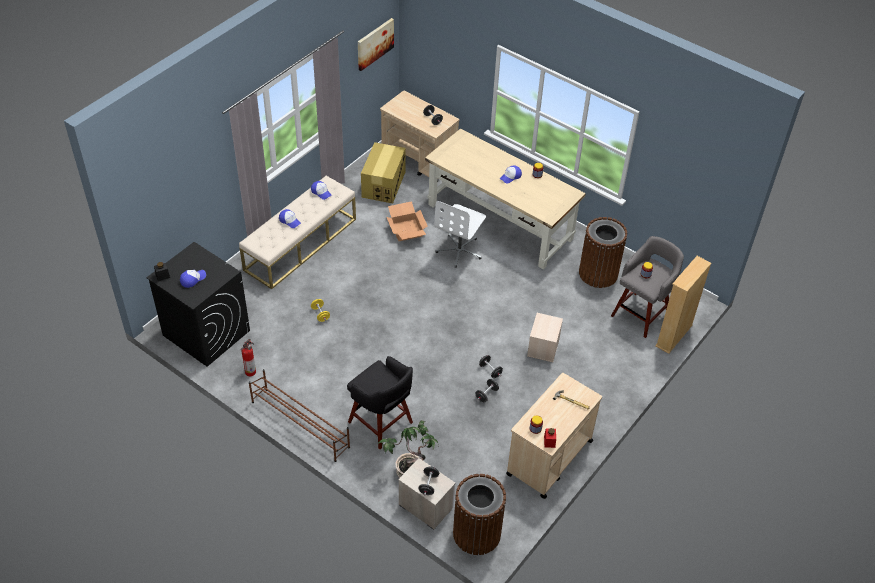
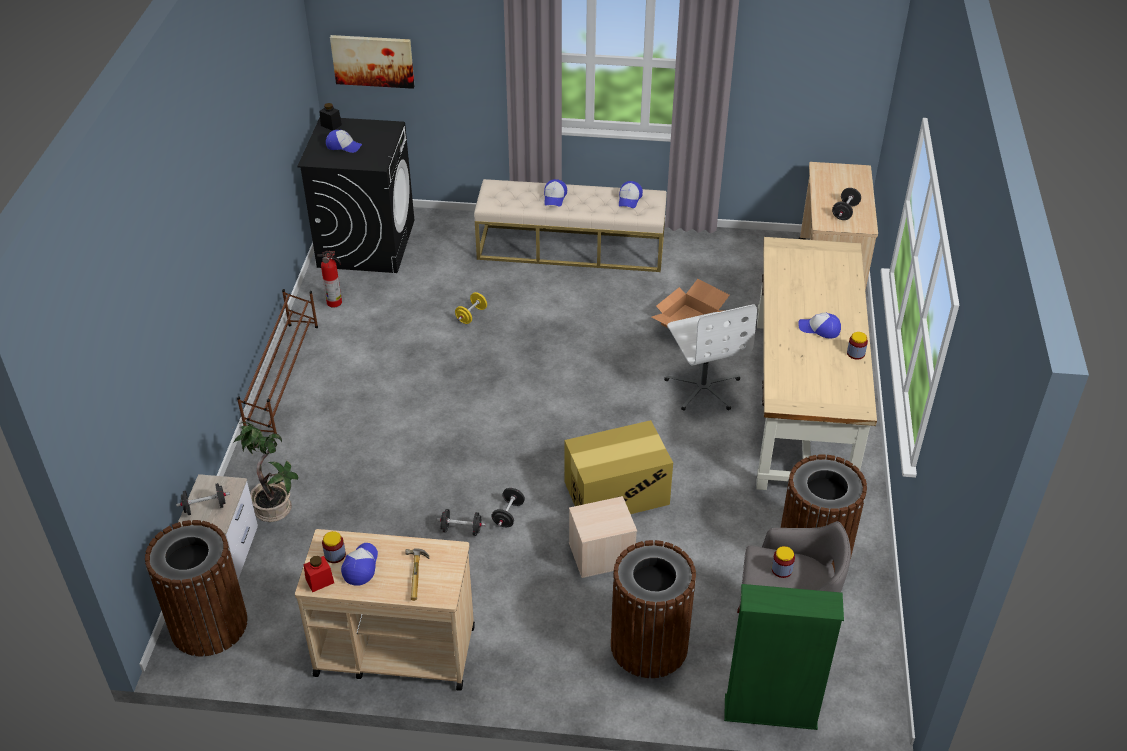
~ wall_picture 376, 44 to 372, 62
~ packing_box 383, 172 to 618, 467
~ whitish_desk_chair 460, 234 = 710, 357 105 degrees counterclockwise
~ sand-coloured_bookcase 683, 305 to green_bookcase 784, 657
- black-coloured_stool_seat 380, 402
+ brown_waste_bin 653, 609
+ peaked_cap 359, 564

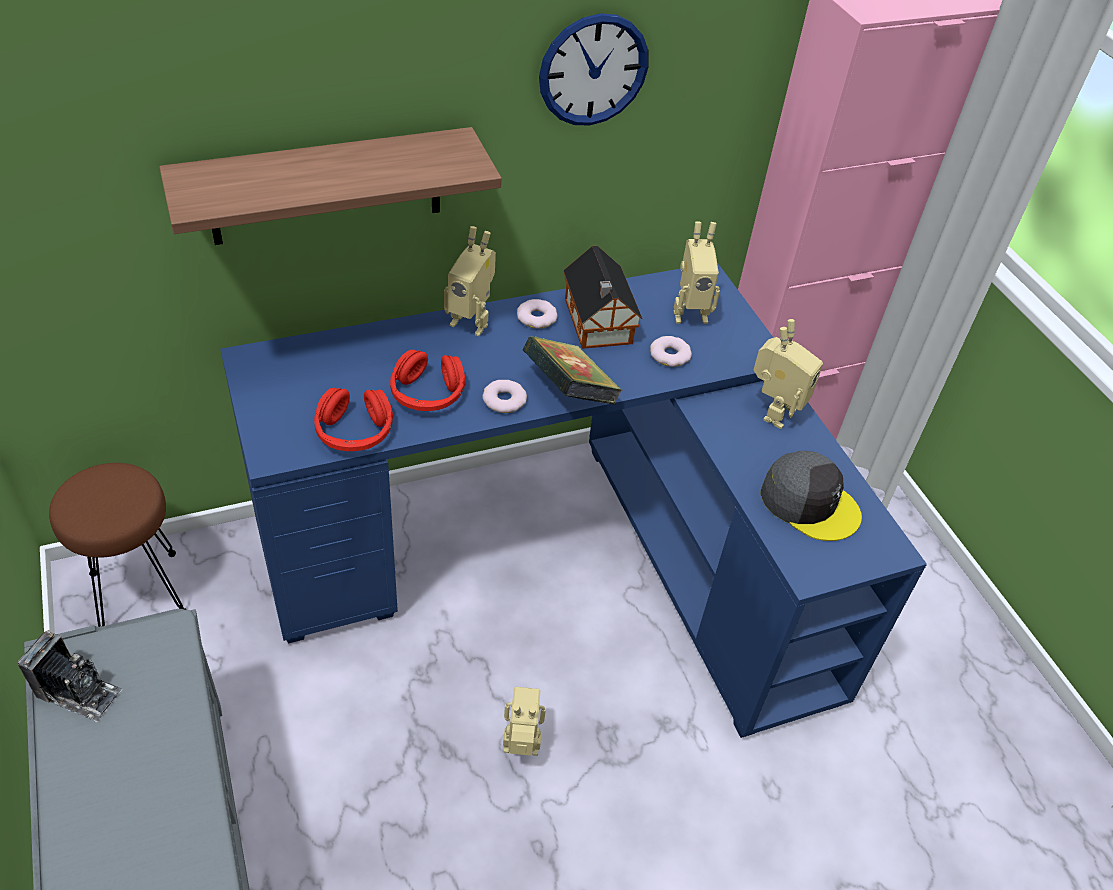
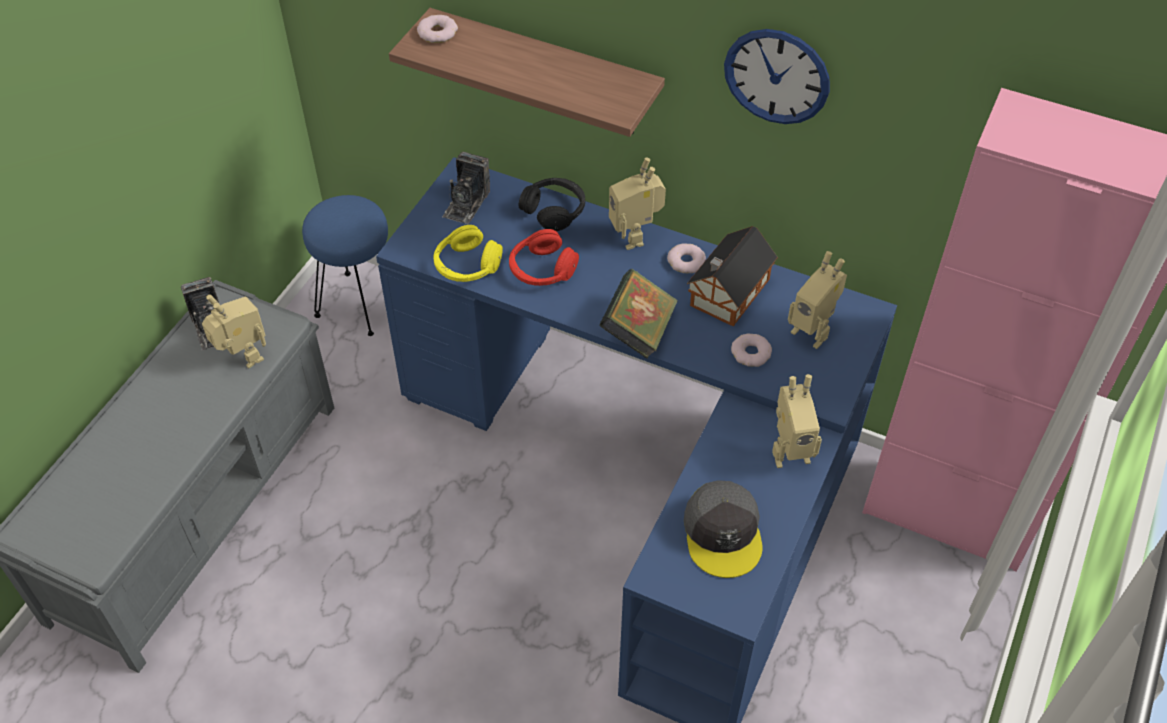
~ doughnut 505, 396 to 437, 29
~ red_pair_of_headphones 353, 419 to yellow-coloured_pair_of_headphones 468, 253
~ brown_stool_seat 117, 545 to bluish_stool_seat 345, 265
~ robot_figure 524, 721 to 234, 331
+ still_camera 466, 188
+ black-coloured_pair_of_headphones 552, 204

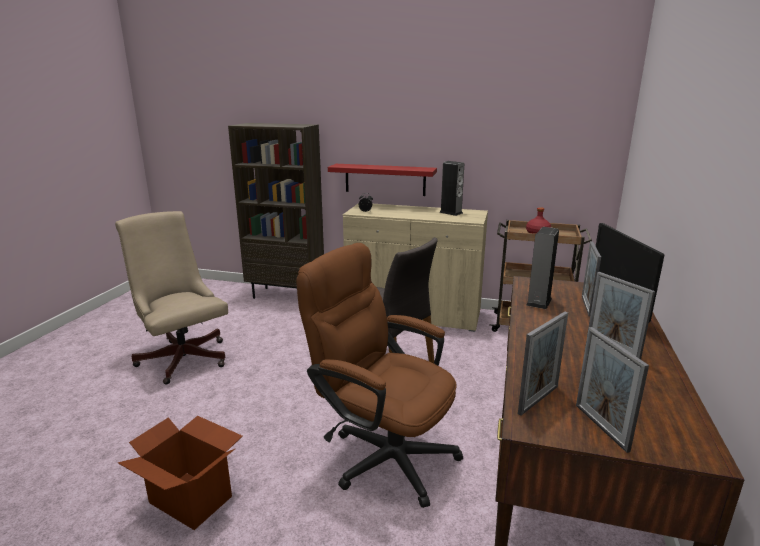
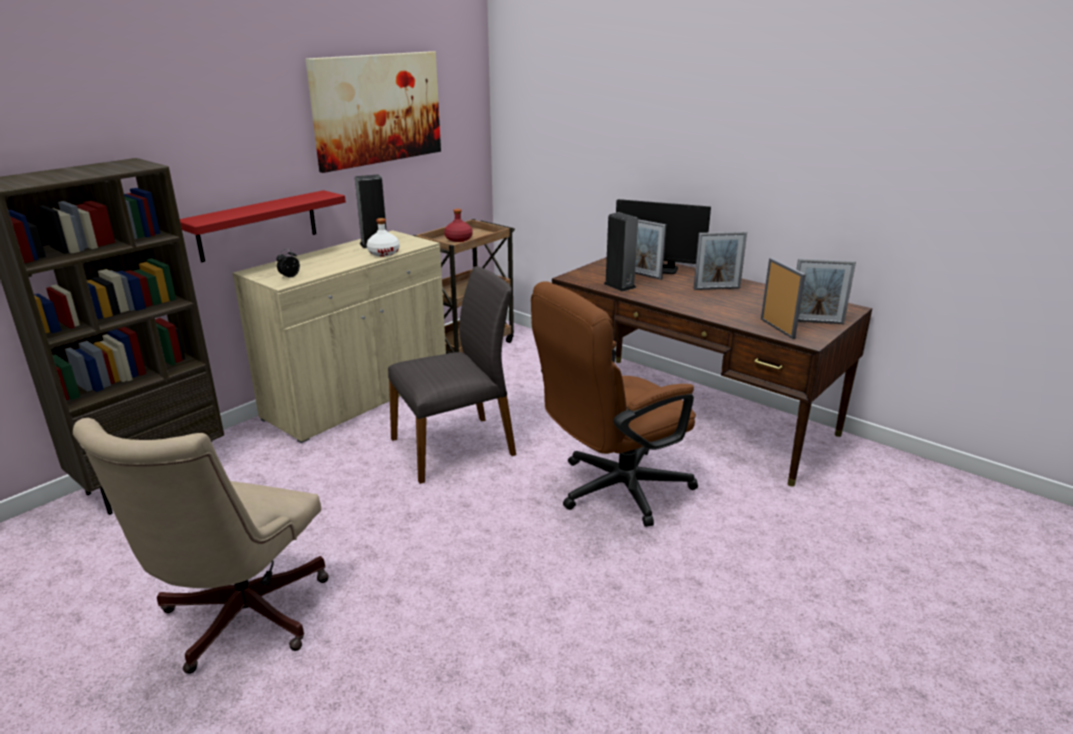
~ sand-coloured_desk_chair 171, 298 = 201, 546 60 degrees counterclockwise
- packing_box 180, 473
+ wall_picture 373, 112
+ whitish_drink_bottle 383, 237

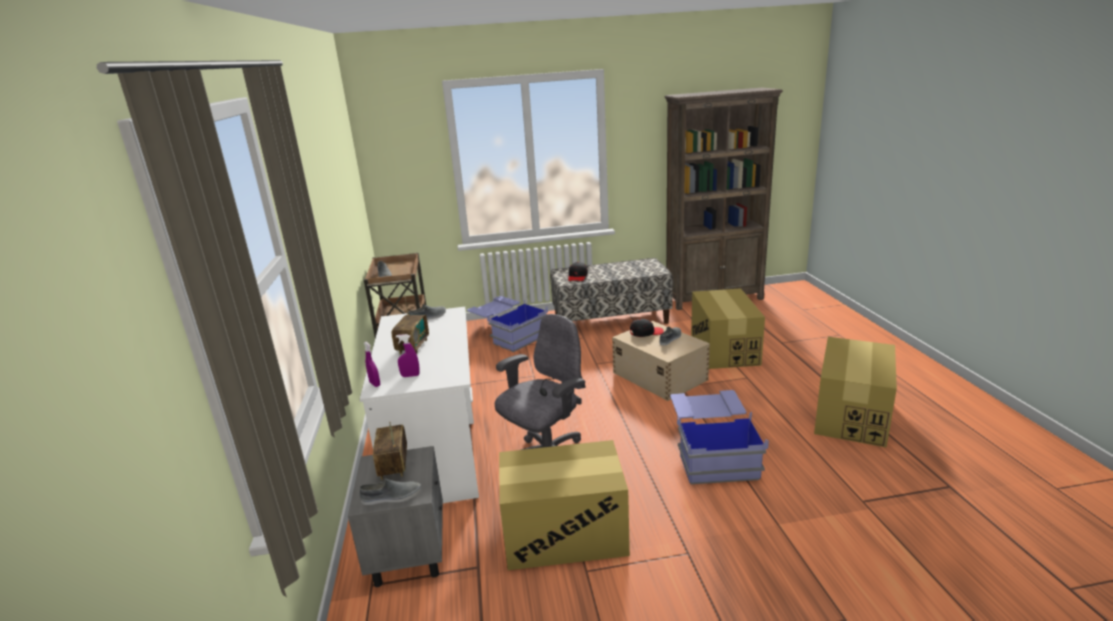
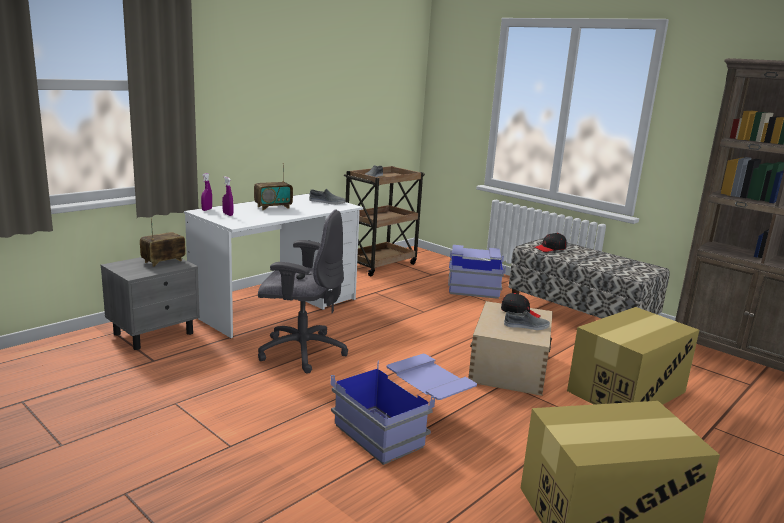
- packing_box 564, 505
- greyish_low_shoe 391, 491

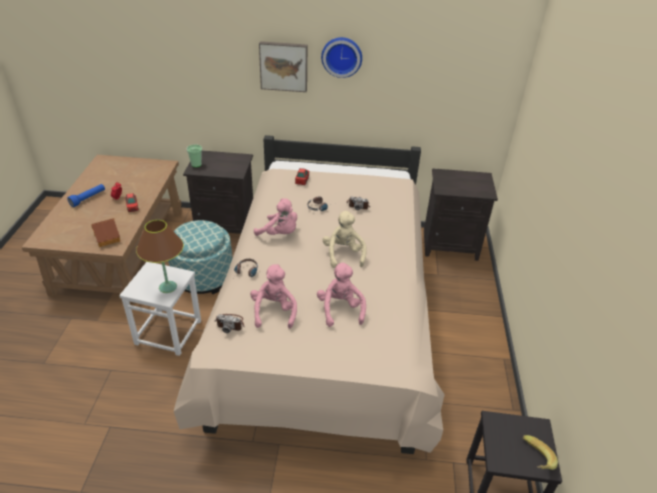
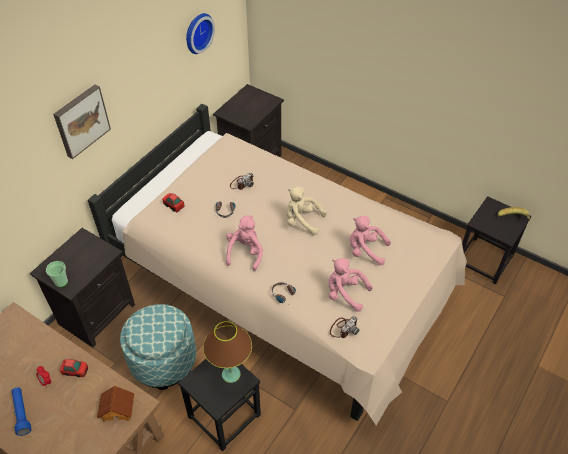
~ clock_on_the_wall 341, 57 to 200, 33
~ pink_plush_toy 275, 217 = 244, 243 45 degrees counterclockwise
~ whitish_stool_seat 160, 309 to black-coloured_stool_seat 219, 405

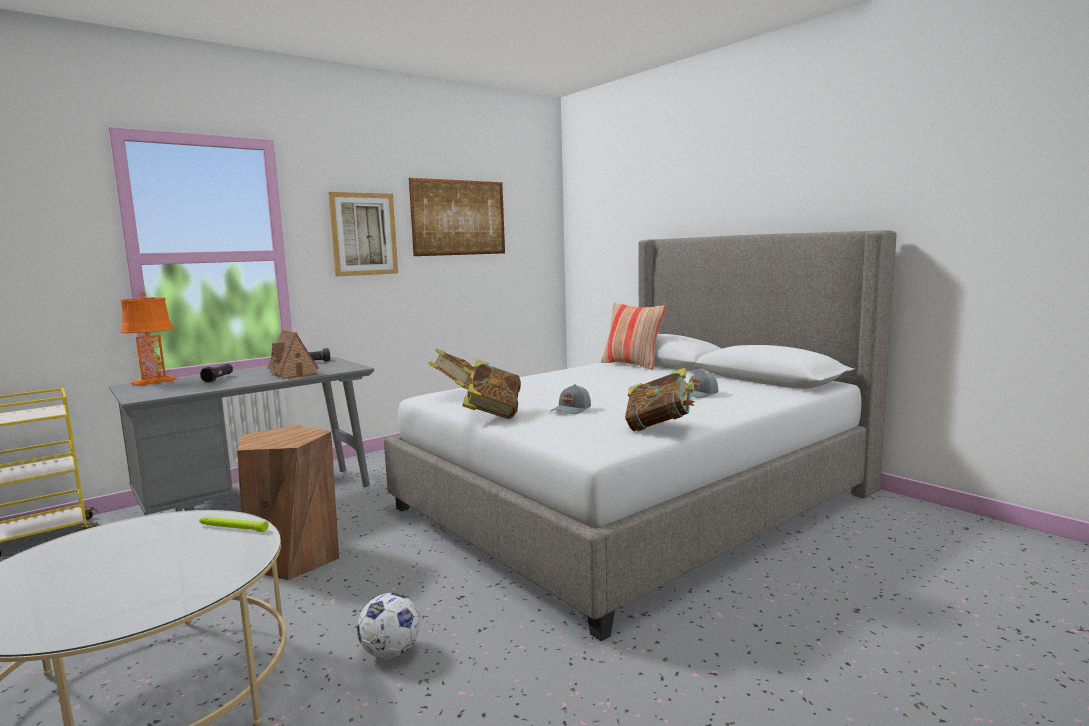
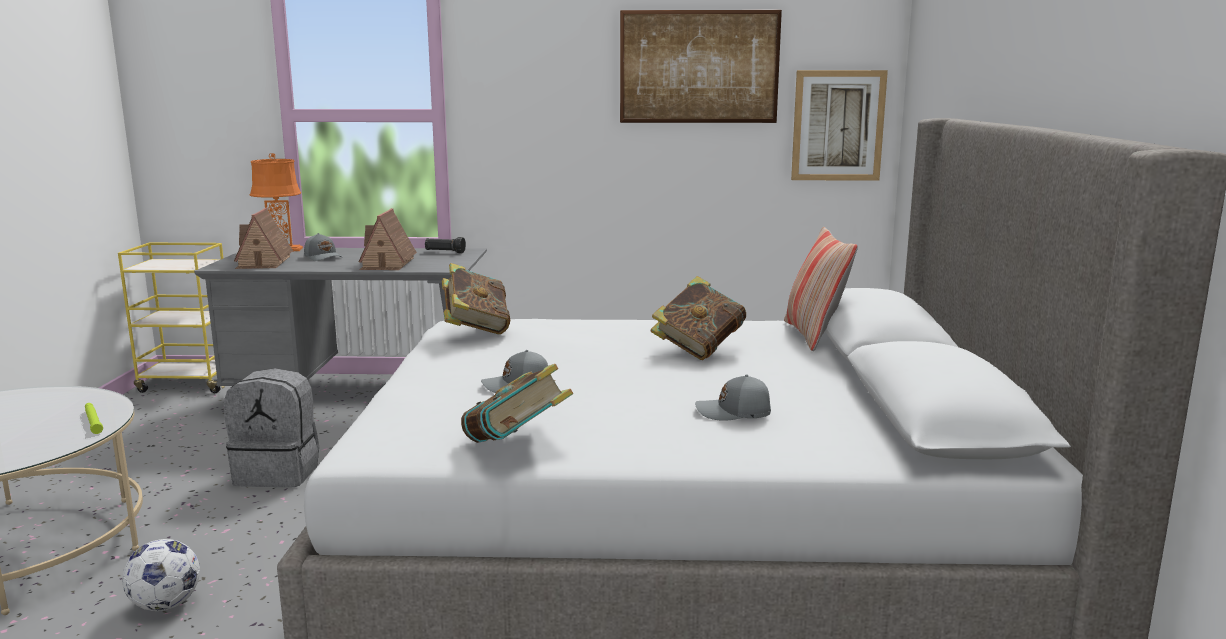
~ wall_picture 363, 234 to 839, 125
~ bound_book 491, 389 to 698, 318
~ black-coloured_torch 216, 373 to greyish_peaked_cap 323, 247
~ brown_stool_seat 288, 502 to greyish_backpack 271, 427
+ model_house 263, 238

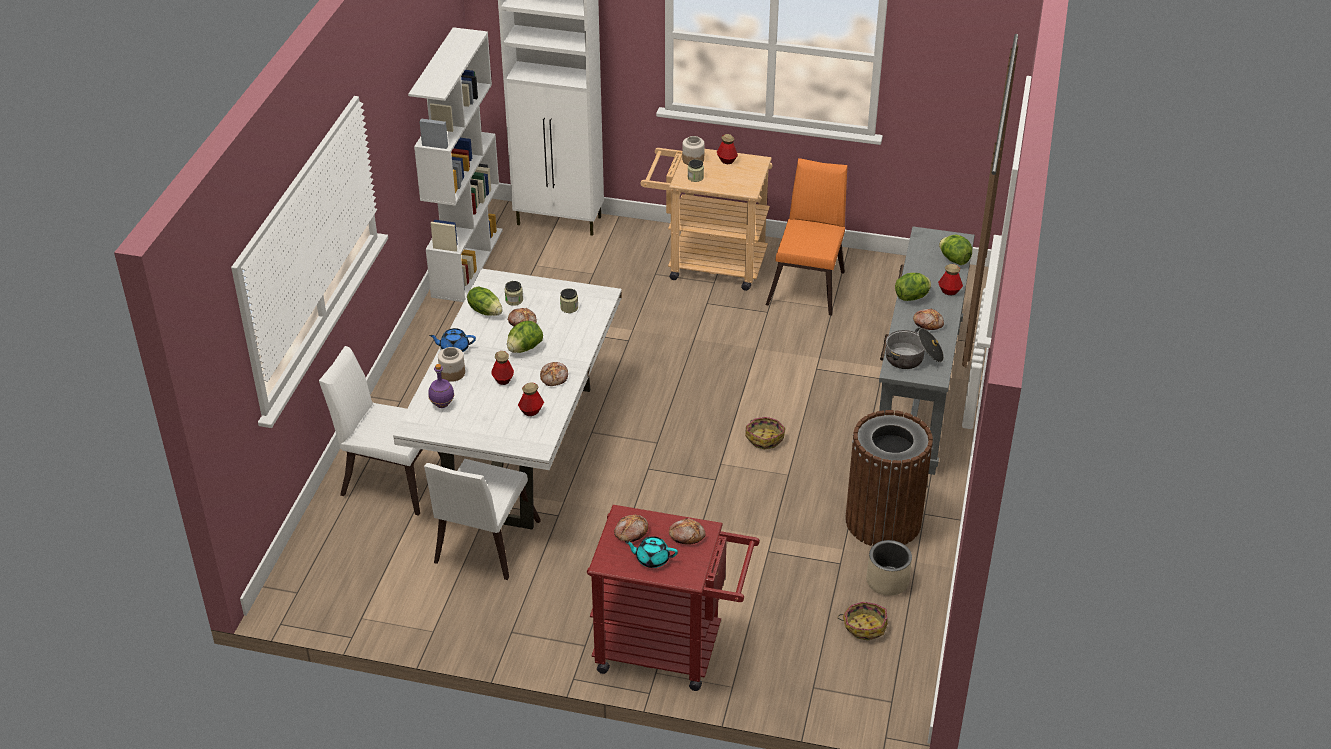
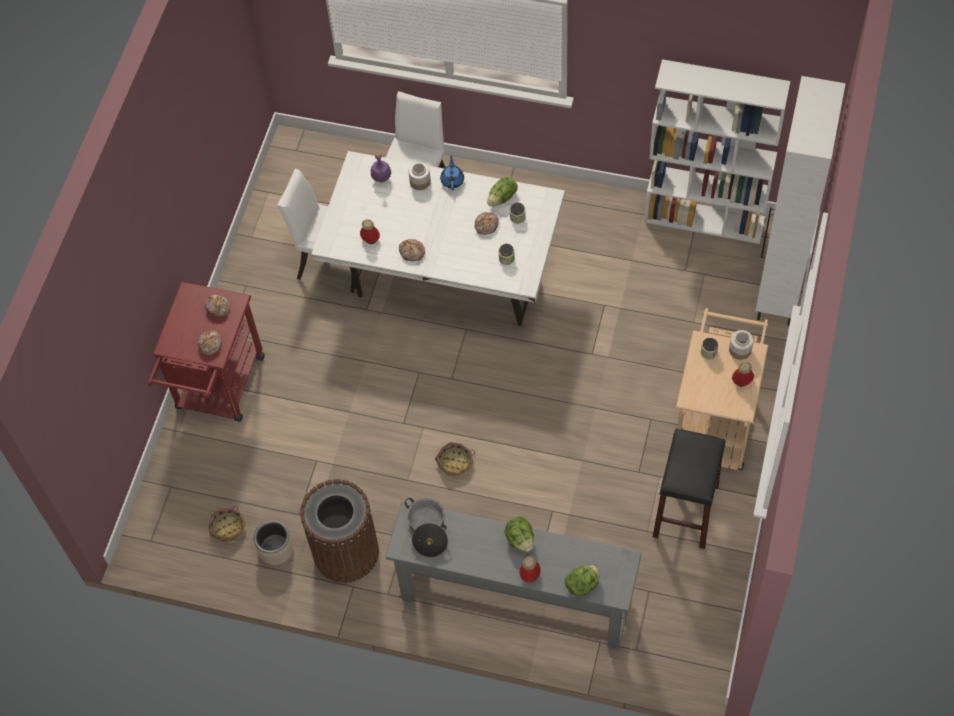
~ orangey_upright_chair 806, 237 to black-coloured_stool_seat 689, 489
- baked_bread 928, 319
- lettuce_head 525, 337
- drink_bottle 502, 368
- turquoise-coloured_teapot 651, 552

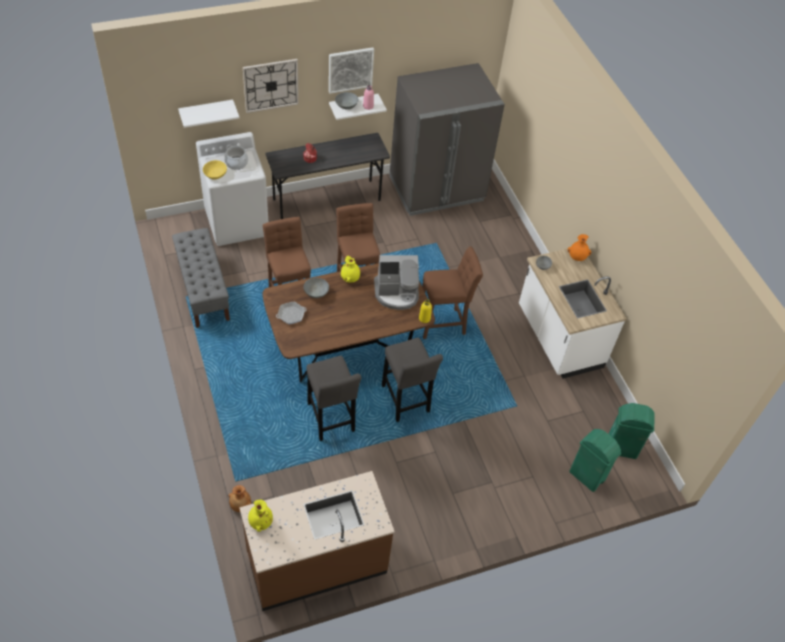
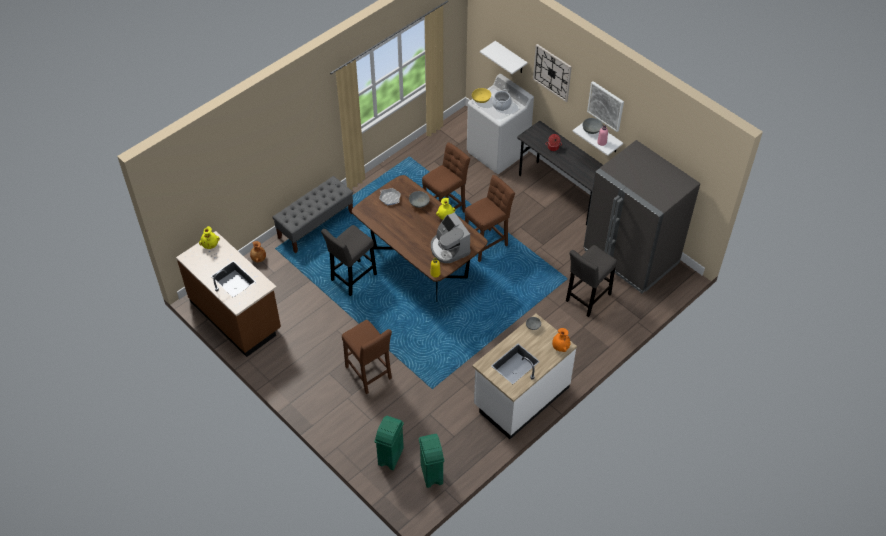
~ greyish_indoor_bench 201, 278 to 312, 214
~ brown_stool_seat 452, 292 to 367, 357
~ greyish_stool_seat 412, 380 to 591, 281

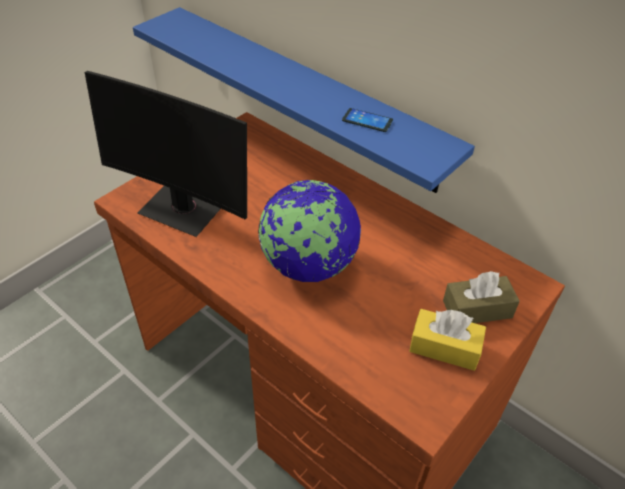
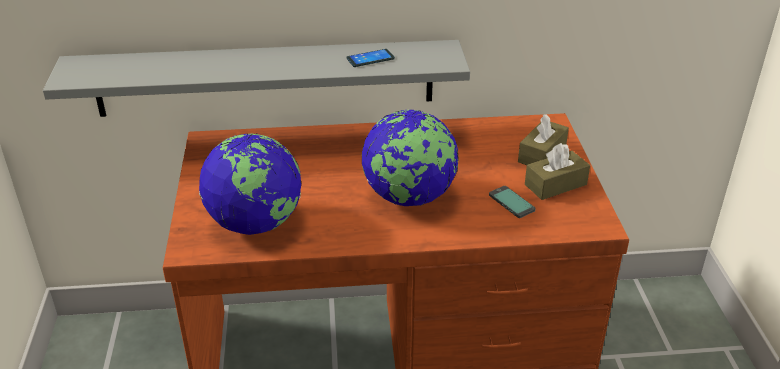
~ bluish_wall_shelf 304, 100 to greyish_wall_shelf 256, 78
~ computer_screen 166, 154 to desk_globe 250, 184
~ yellow-coloured_box_of_tissues 447, 340 to brown_box_of_tissues 557, 171
+ handset 512, 202

